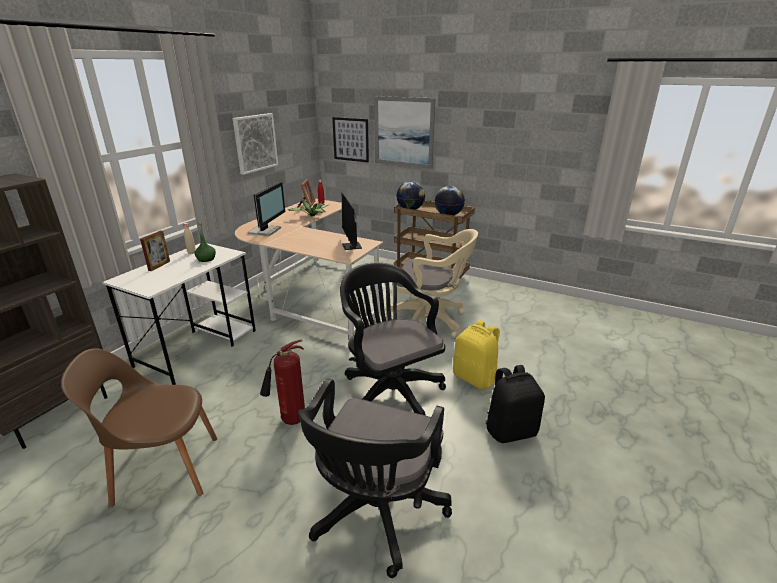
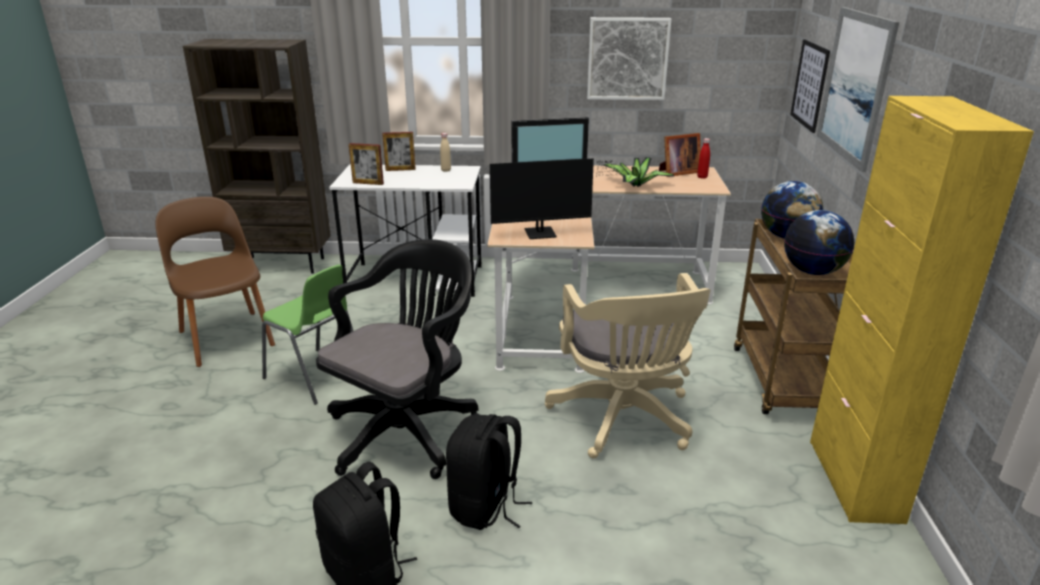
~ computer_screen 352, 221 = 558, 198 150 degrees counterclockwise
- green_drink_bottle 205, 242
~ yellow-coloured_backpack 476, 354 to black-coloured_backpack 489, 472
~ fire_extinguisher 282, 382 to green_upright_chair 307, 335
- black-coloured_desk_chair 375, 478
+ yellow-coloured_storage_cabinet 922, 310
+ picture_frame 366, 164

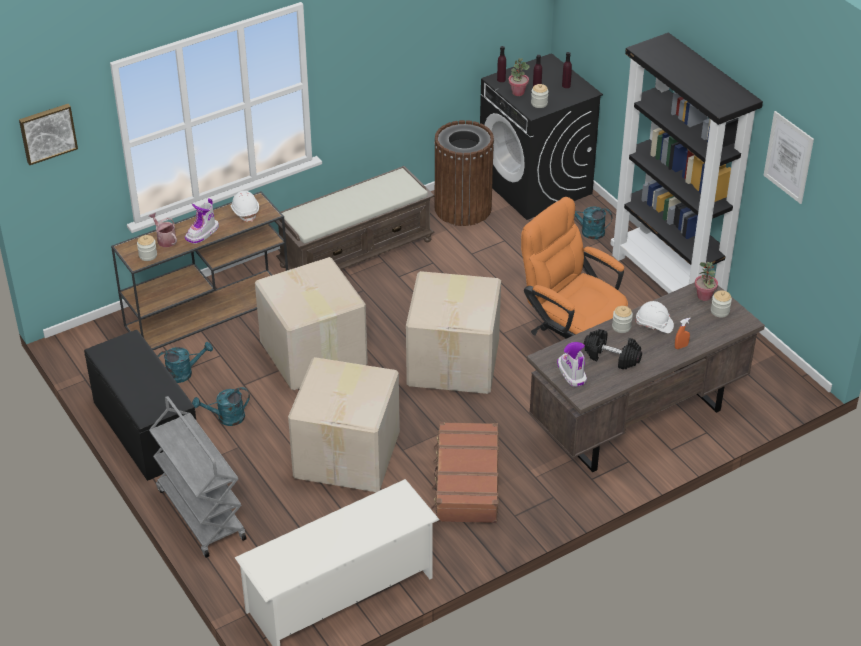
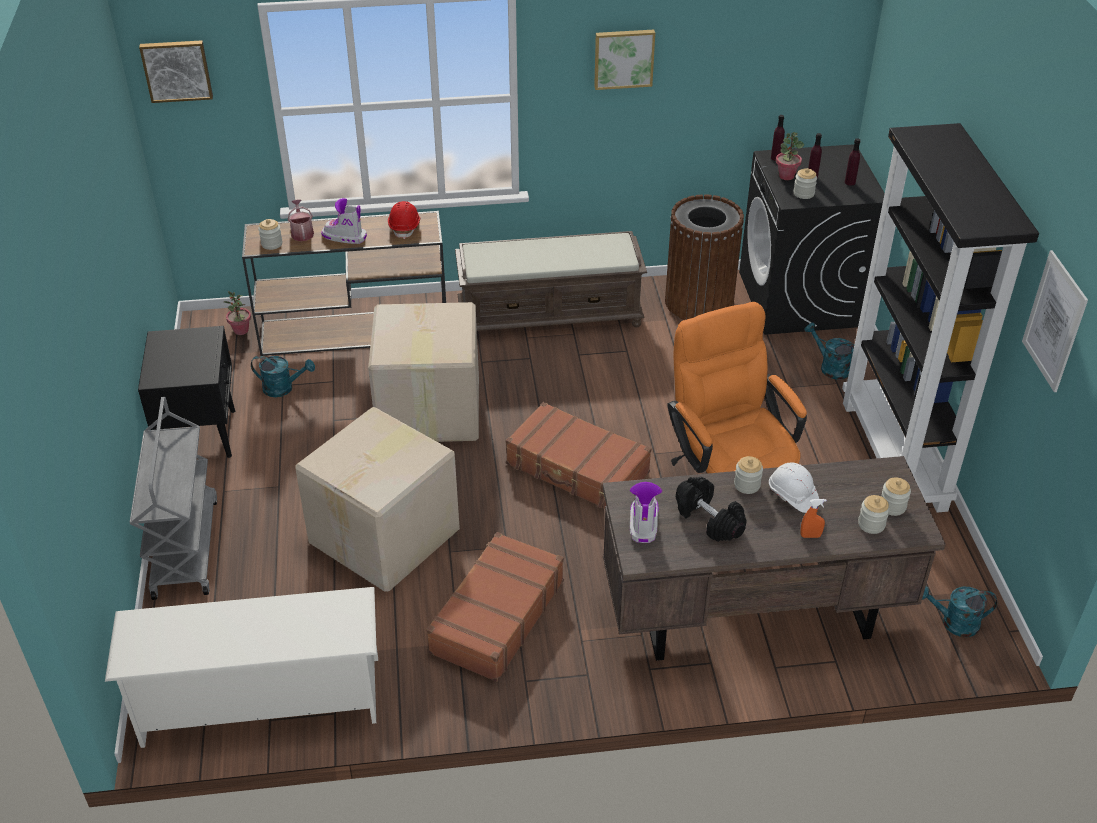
~ whitish_safety_helmet 245, 206 to red_safety_helmet 404, 220
~ high-top_boot 202, 221 = 344, 221 45 degrees clockwise
~ plant_in_a_pot 706, 281 to 237, 313
~ packing_box 453, 332 to brown_suitcase 579, 455
~ black-coloured_indoor_bench 140, 405 to black-coloured_nightstand 186, 392
~ turquoise-coloured_watering_can 221, 406 to 959, 611
+ wall_picture 624, 59
+ storage_jar 874, 514

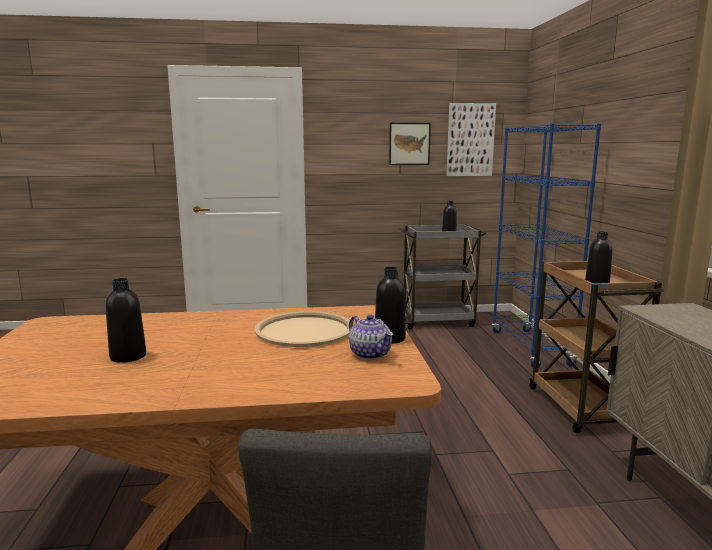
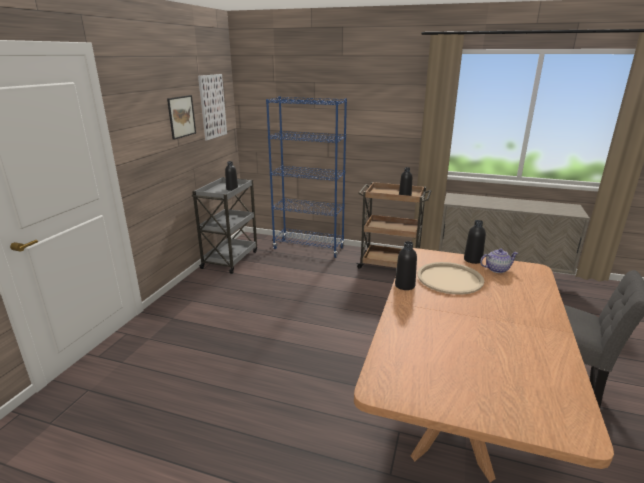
~ black-coloured_drink_bottle 126, 320 to 406, 265

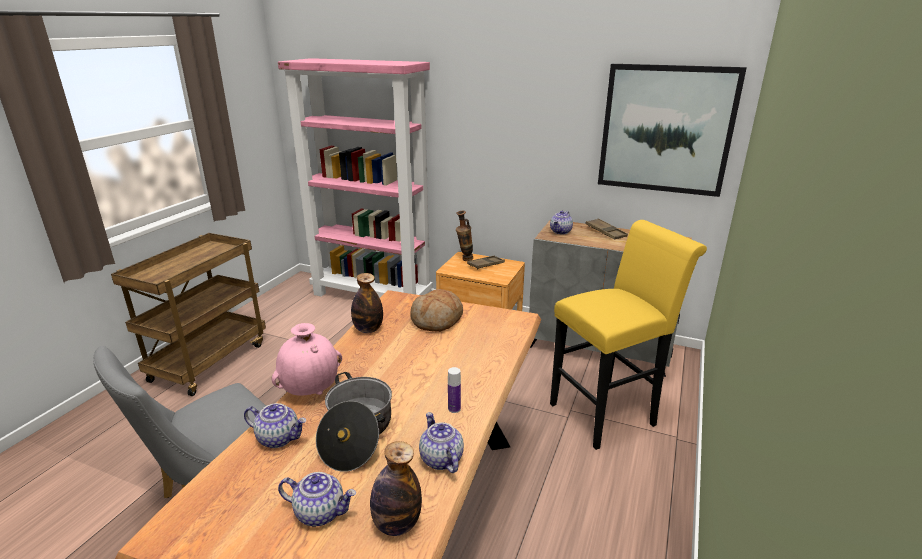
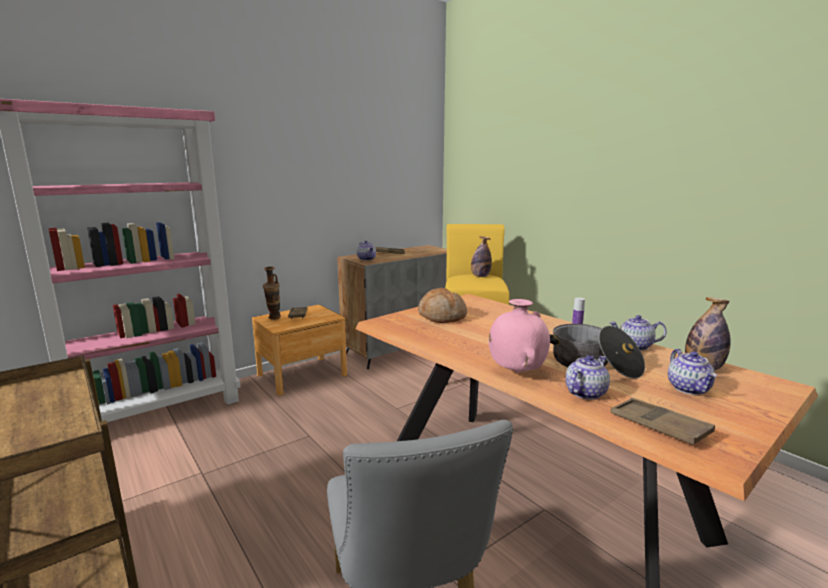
- wall_picture 672, 130
~ drink_bottle 367, 303 to 481, 256
~ teapot 317, 499 = 692, 372 135 degrees clockwise
+ brown_carrying_tray 663, 421

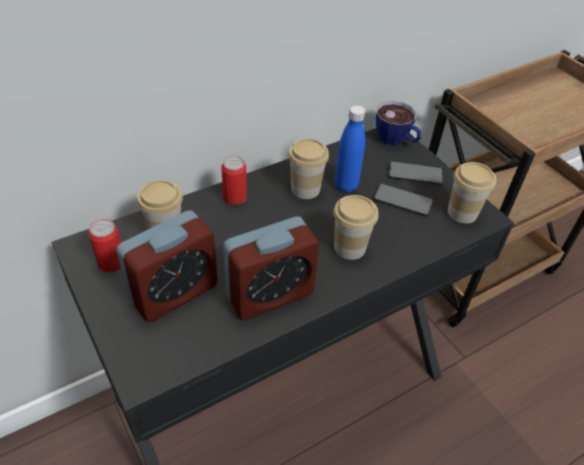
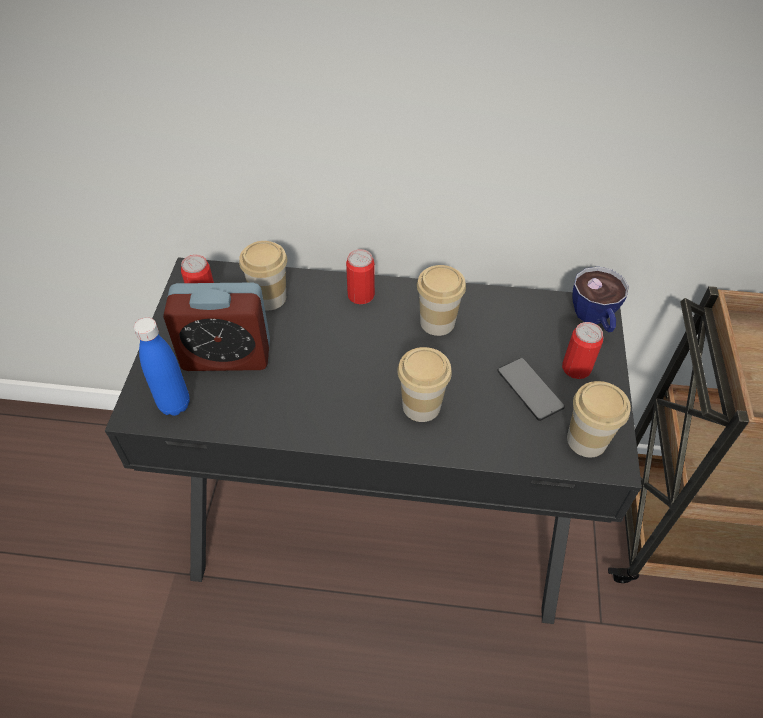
~ bluish_drink_bottle 350, 149 to 162, 366
~ handset 416, 173 to sealed_can 582, 350
- alarm_clock 271, 268

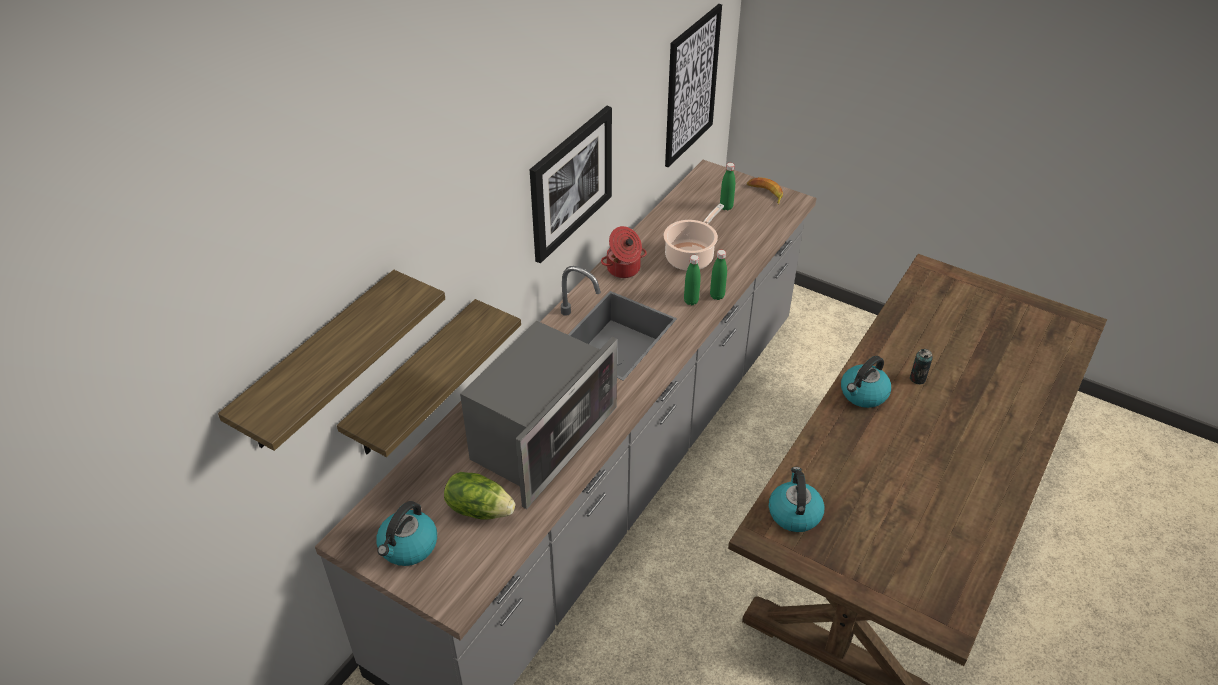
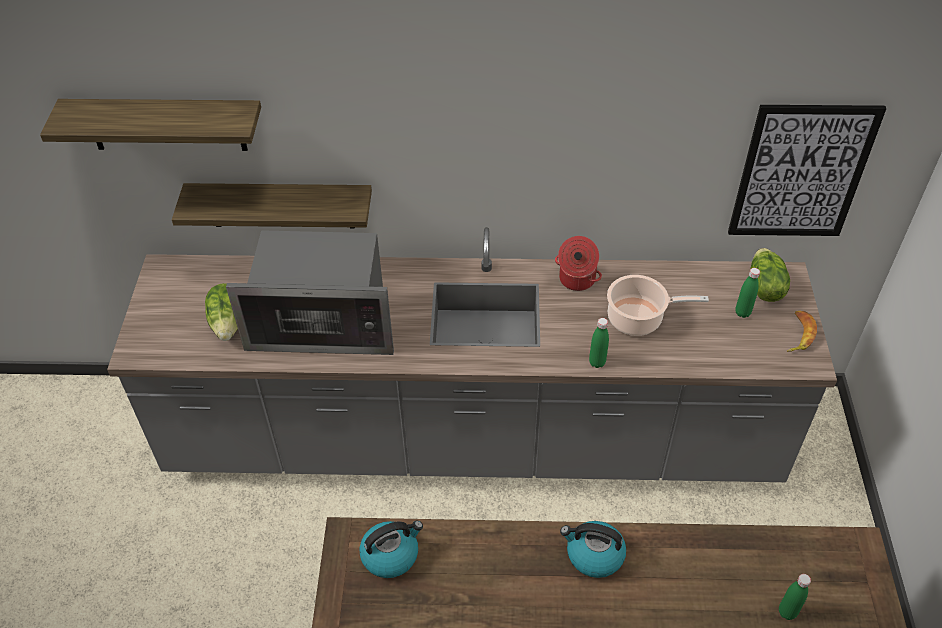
- wall_picture 571, 184
~ green_drink_bottle 692, 280 to 795, 597
- sealed_can 921, 366
- tea_kettle 406, 533
+ lettuce_head 770, 275

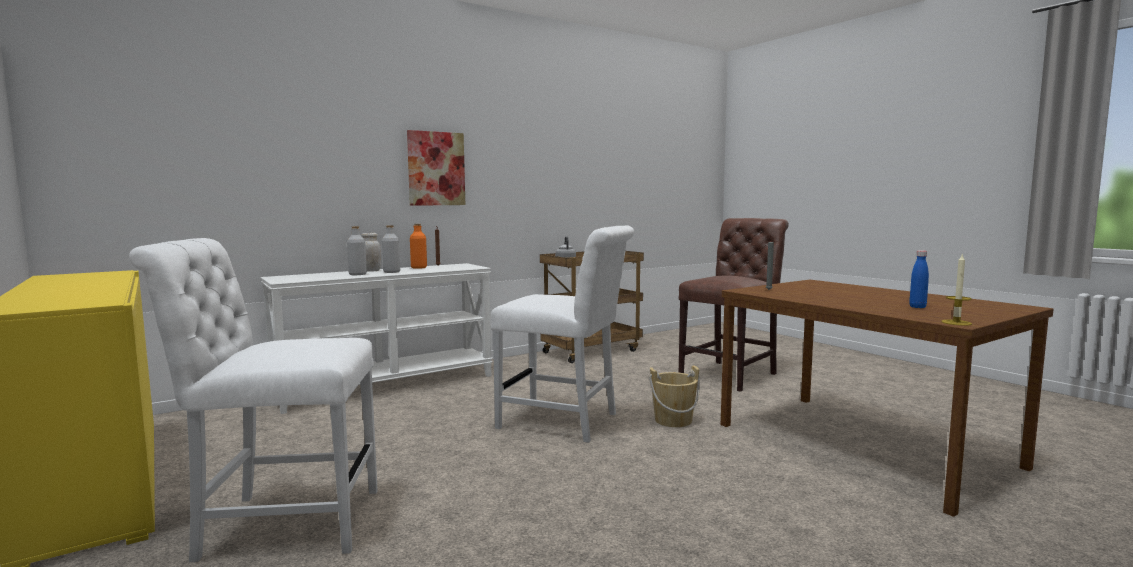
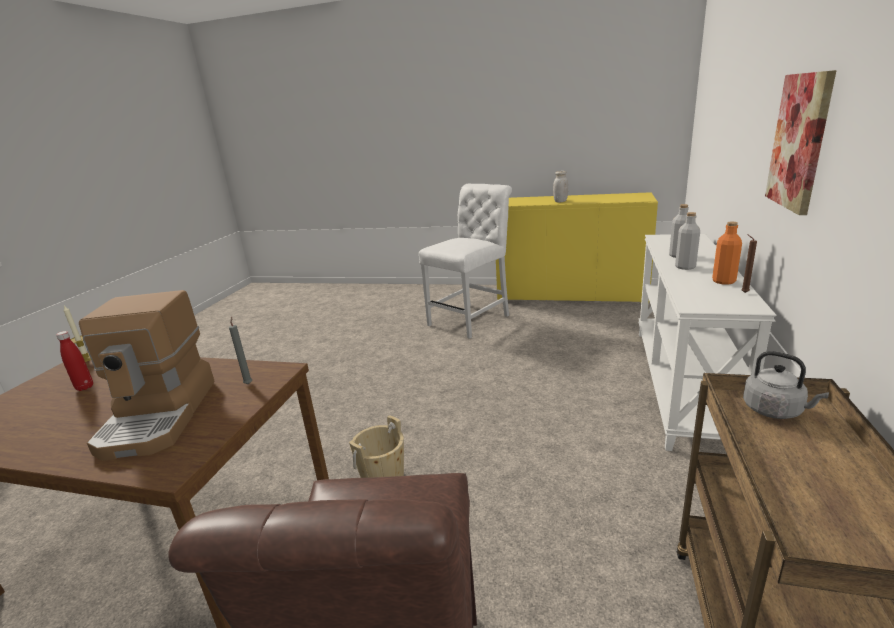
- whitish_upright_chair 562, 334
~ whitish_storage_jar 371, 252 to 560, 186
~ bluish_drink_bottle 919, 279 to red_drink_bottle 74, 361
+ coffee_brewer 147, 375

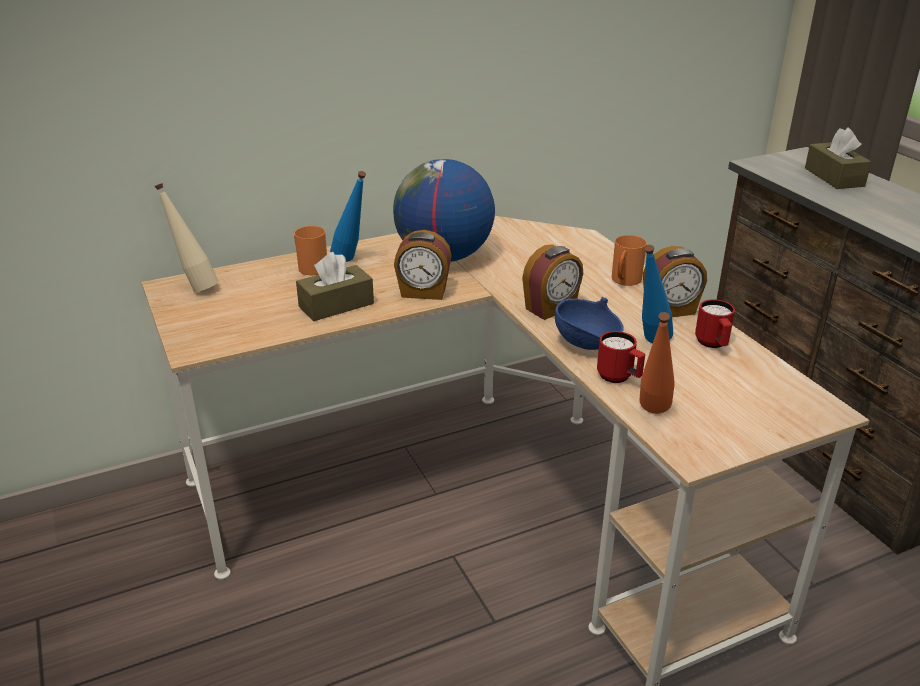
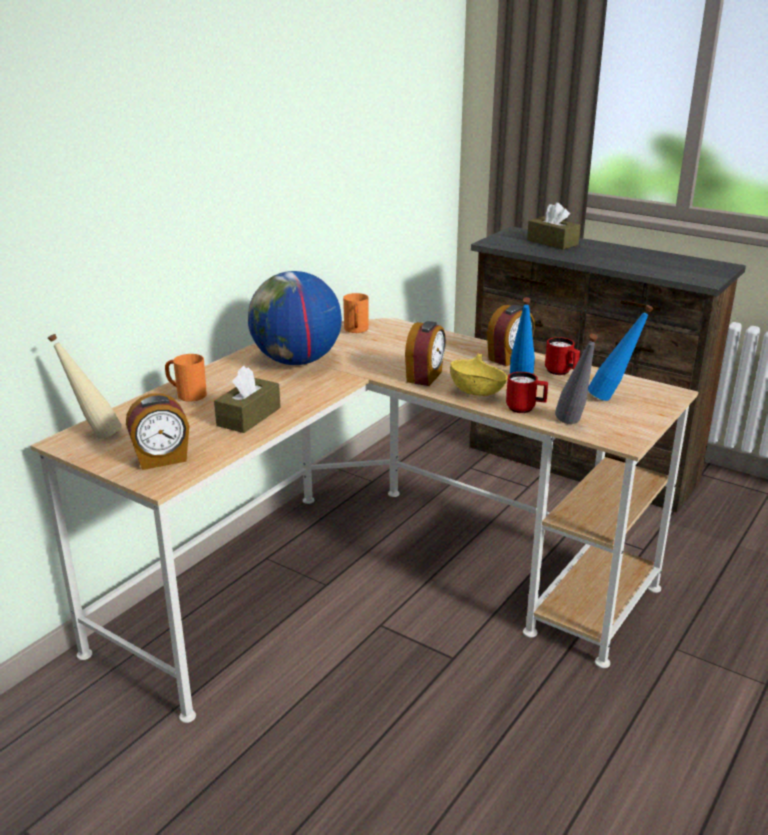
~ bluish_drink_bottle 348, 216 to 620, 353
~ alarm_clock 423, 265 to 158, 431
~ orangey_mug 629, 260 to 355, 313
~ bluish_deep_dish 588, 323 to yellow-coloured_deep_dish 479, 375
~ orangey_drink_bottle 657, 363 to greyish_drink_bottle 576, 379

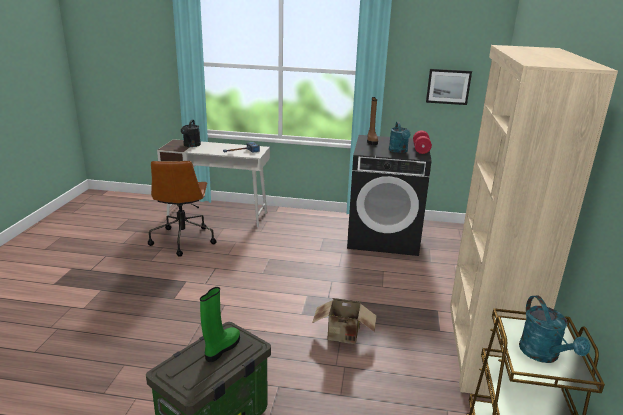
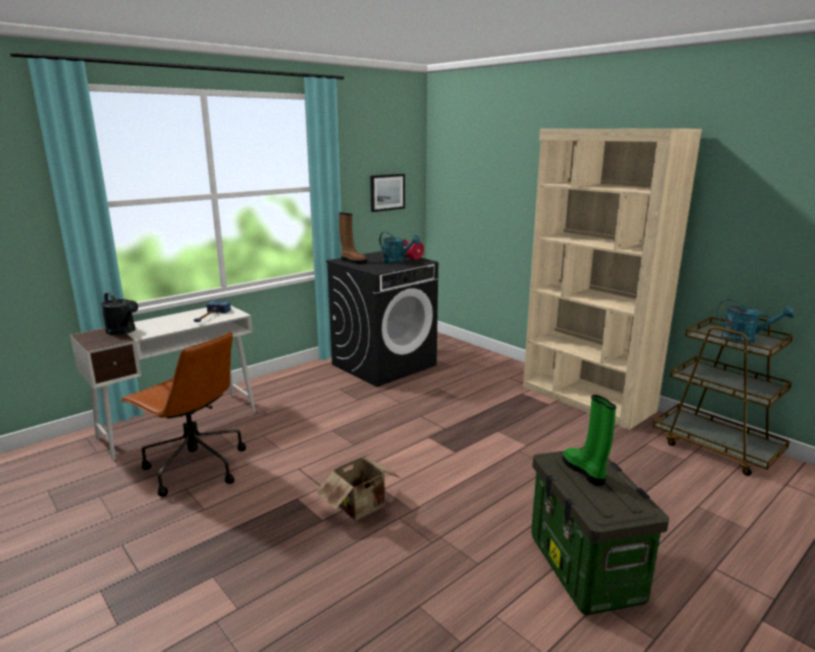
~ packing_box 344, 321 to 358, 487

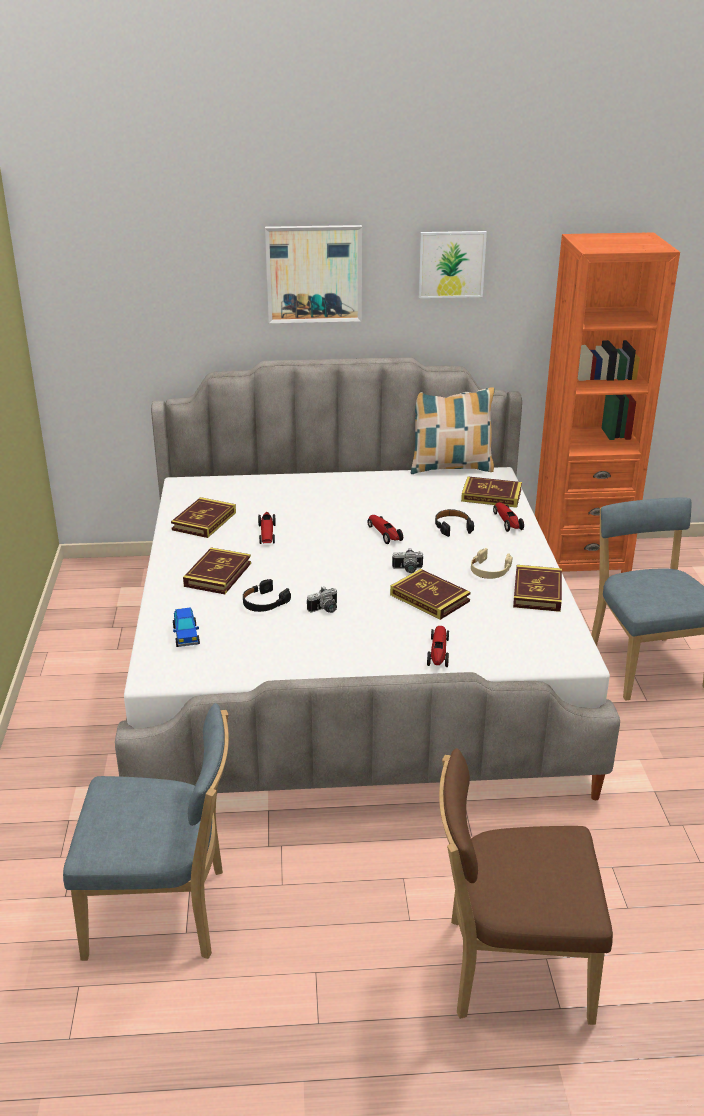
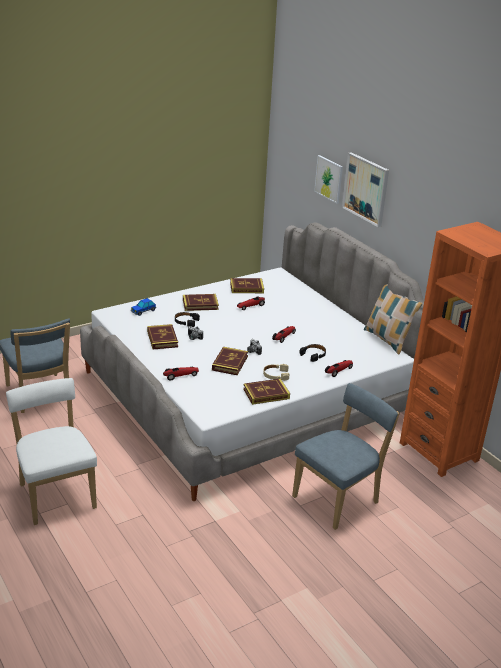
~ wall_picture 453, 264 to 328, 179
~ bound_book 491, 492 to 162, 336
~ brown_upright_chair 526, 886 to whitish_upright_chair 51, 451

